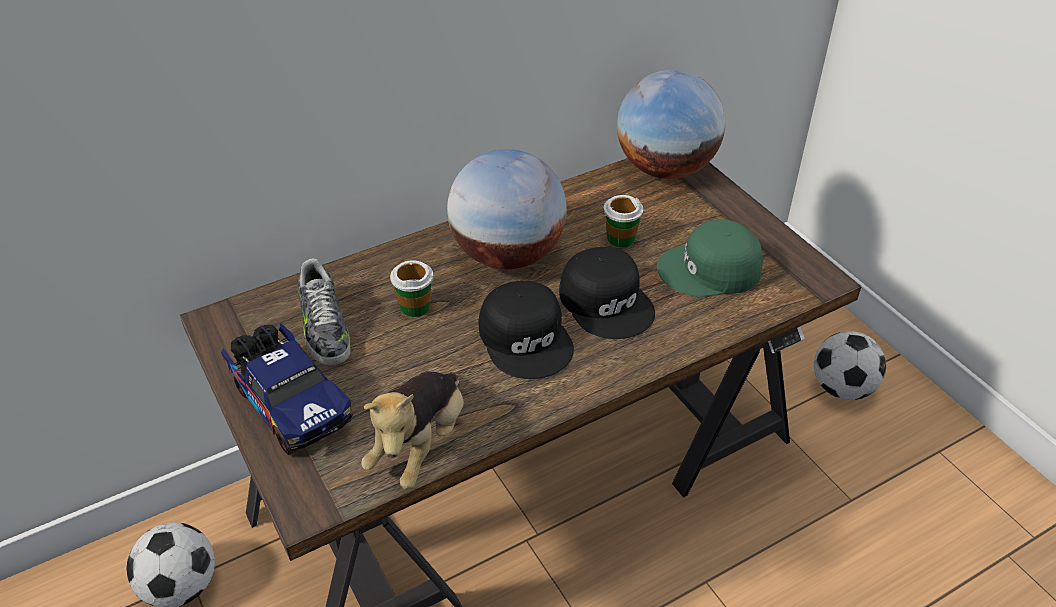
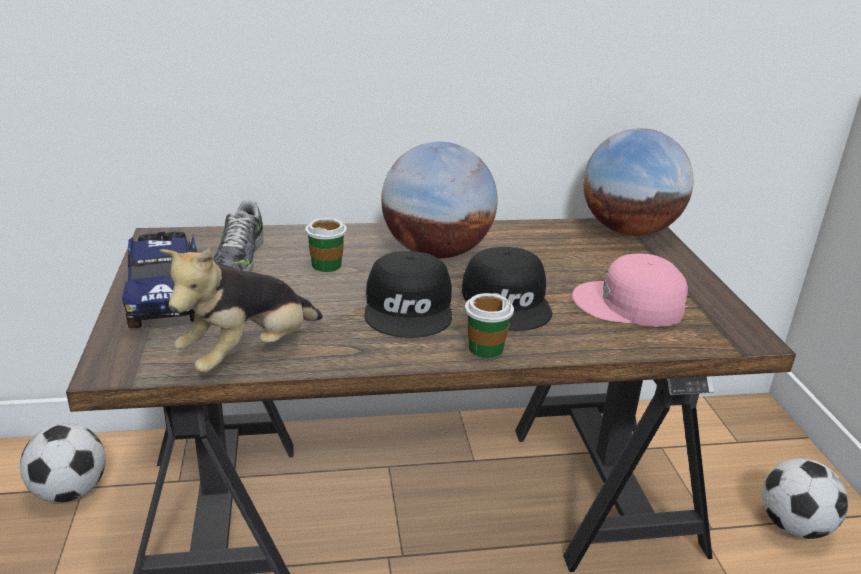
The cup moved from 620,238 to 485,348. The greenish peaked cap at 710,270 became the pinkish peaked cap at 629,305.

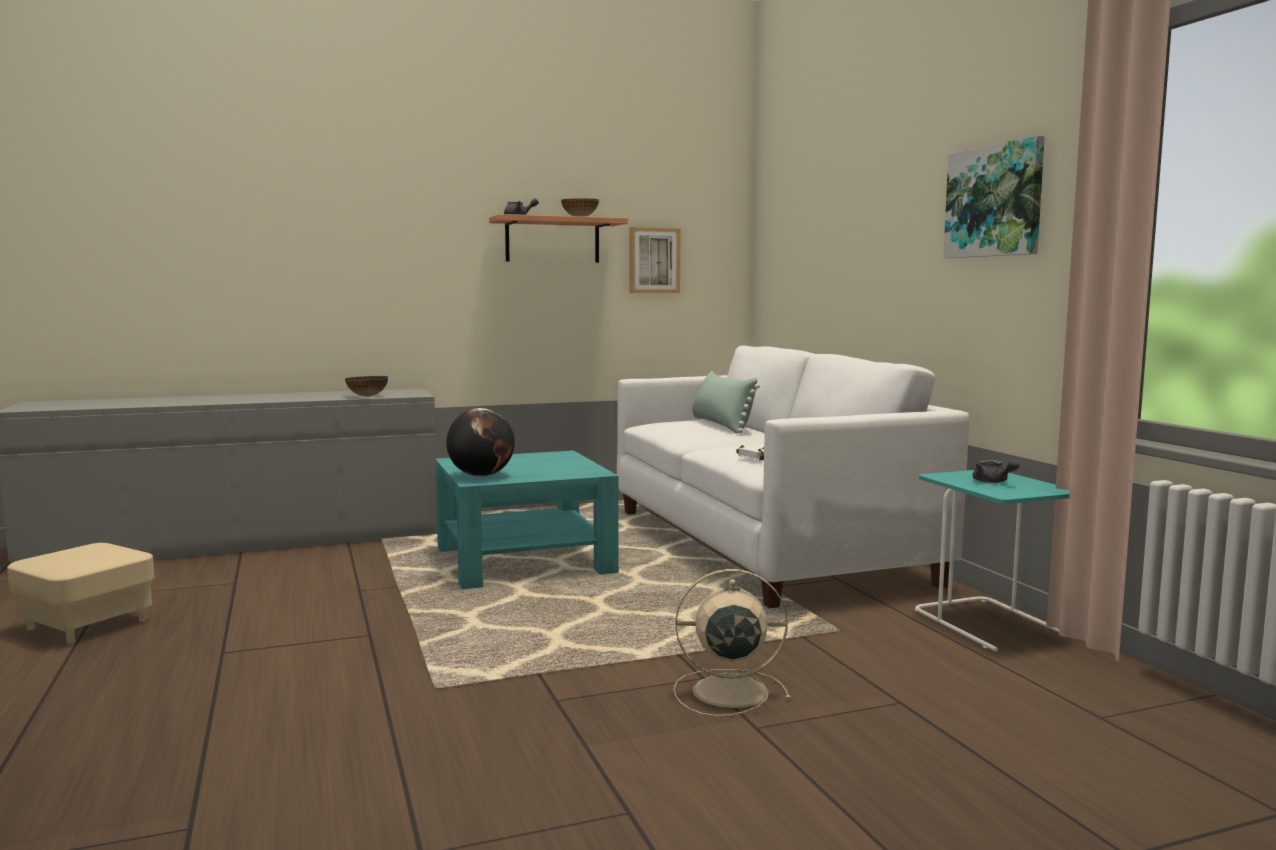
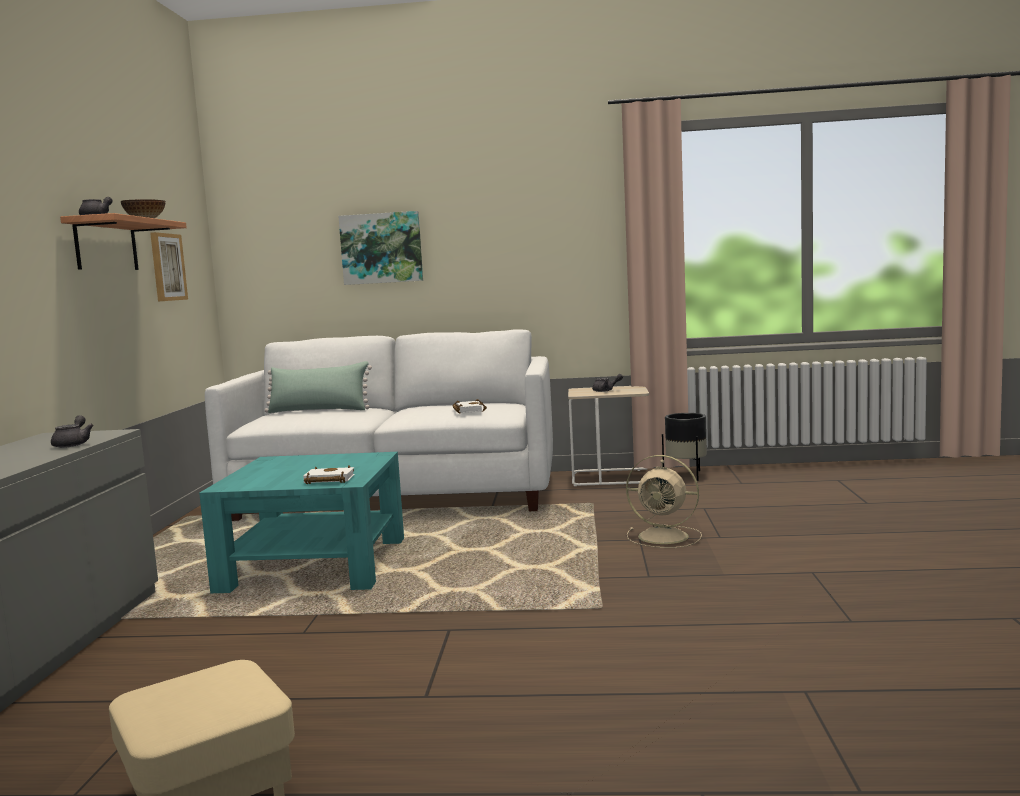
The serving bowl at 367,396 was replaced by the greyish tea pot at 73,444. The desk globe at 481,476 was replaced by the white volume at 327,480. The wall art moved from 995,201 to 381,248. The blue-green accent table at 991,624 became the beige-coloured accent table at 612,477. The beige-coloured fan at 726,692 turned 90 degrees counterclockwise. The blackish planter at 686,475 appeared.

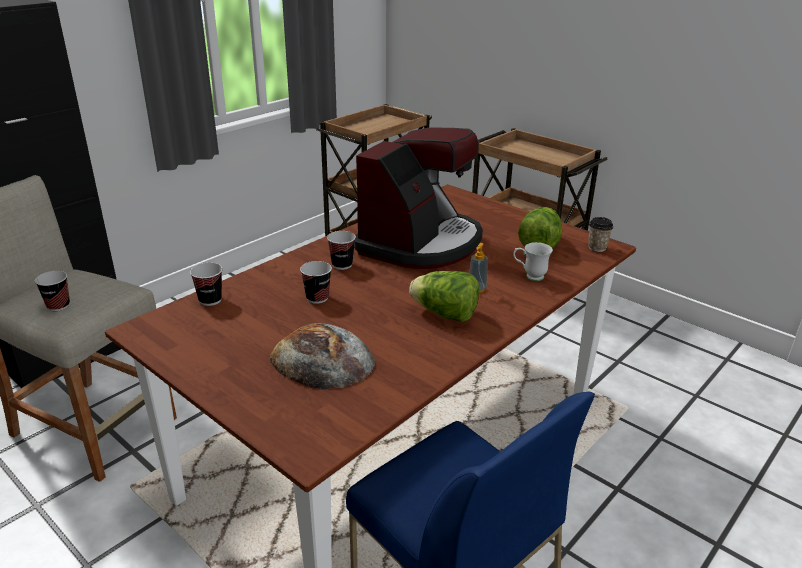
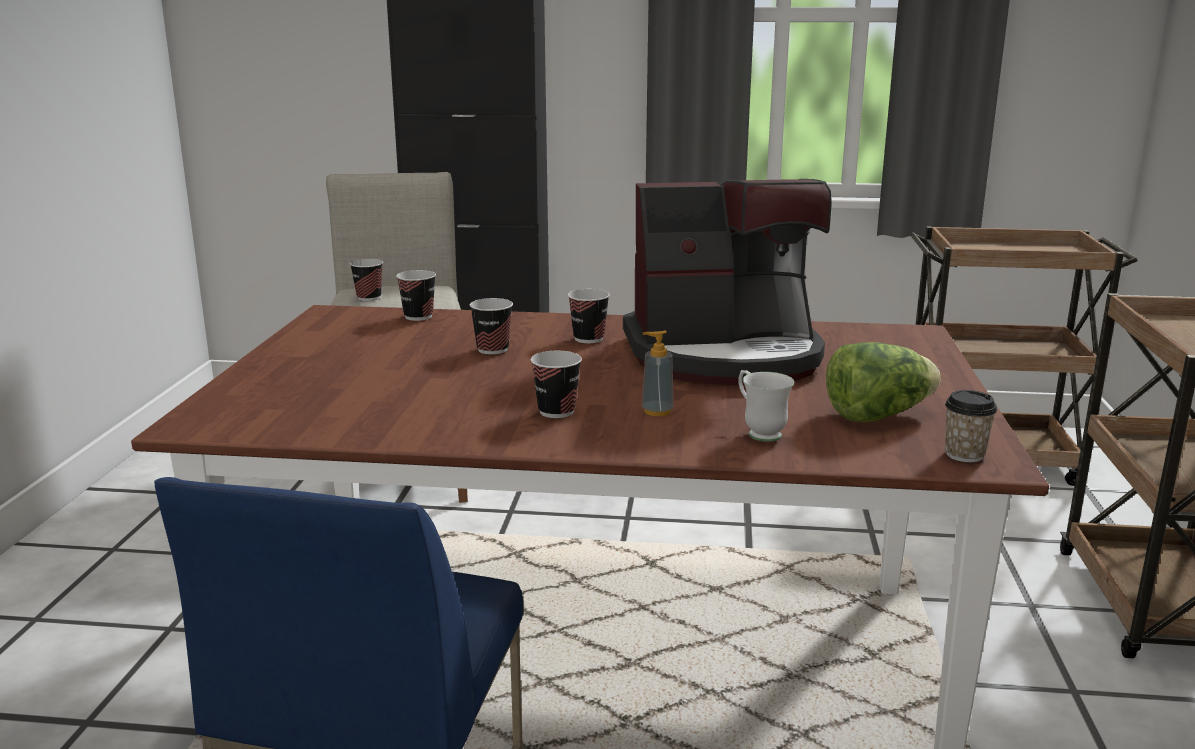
The lettuce at 445,314 was replaced by the cup at 556,411. The baked bread at 322,360 disappeared.

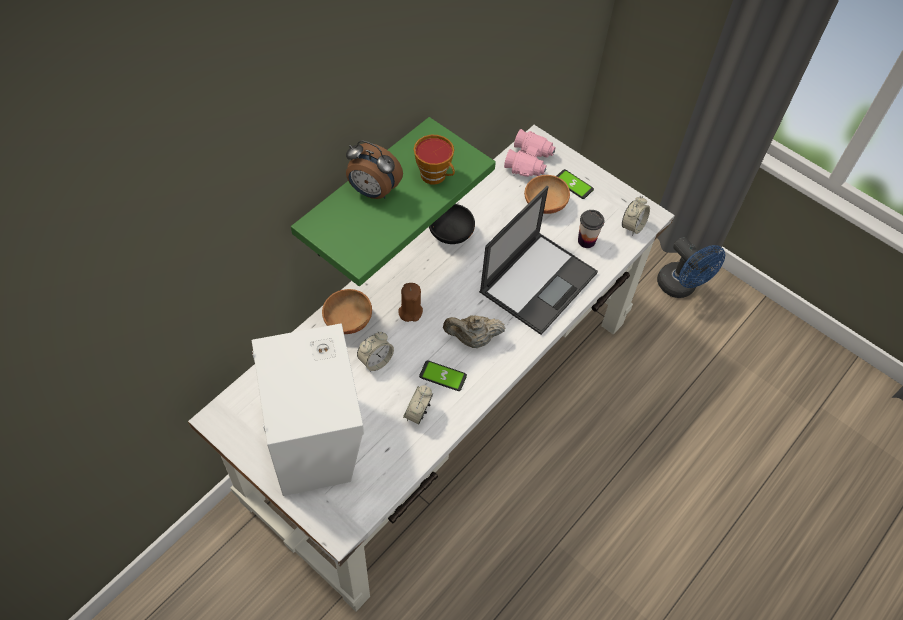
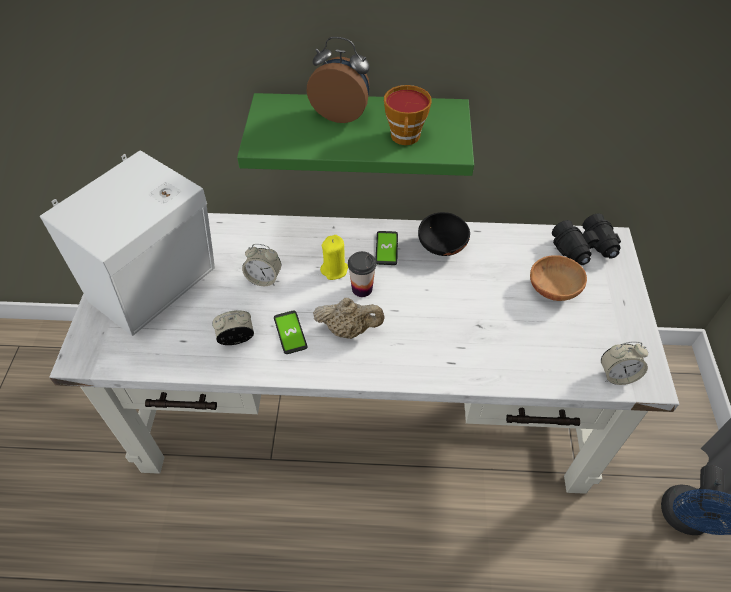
The alarm clock at 372,191 turned 120 degrees clockwise. The beige-coloured tea pot at 472,339 turned 135 degrees clockwise. The brown-coloured wax candle at 410,311 became the yellow wax candle at 334,270. The cup moved from 586,241 to 362,289. The handset moved from 573,184 to 386,248. The pinkish pair of binoculars at 529,161 became the blackish pair of binoculars at 585,249. The brown-coloured serving bowl at 347,321 disappeared. The notebook computer at 538,281 disappeared.

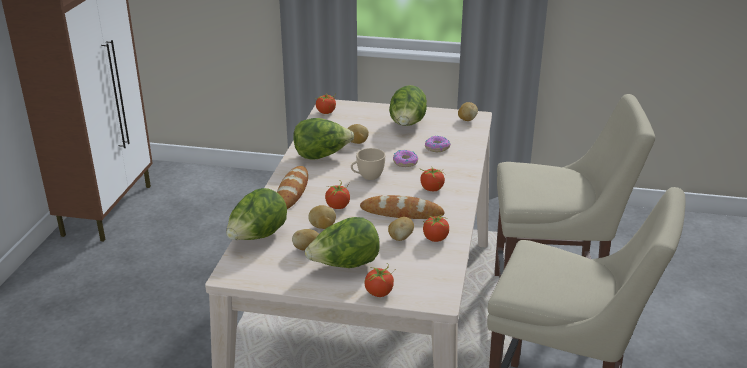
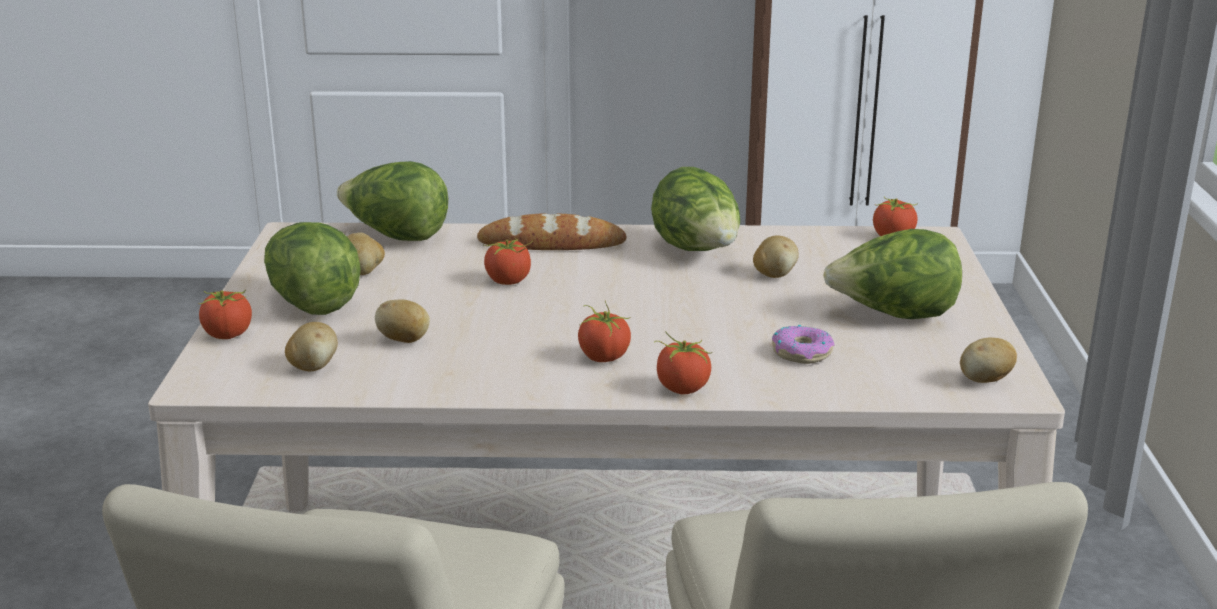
The potato moved from 322,227 to 313,367. The tomato moved from 435,239 to 682,389. The beige-coloured cup at 367,177 disappeared. The baked bread at 401,212 disappeared. The doughnut at 405,162 disappeared.

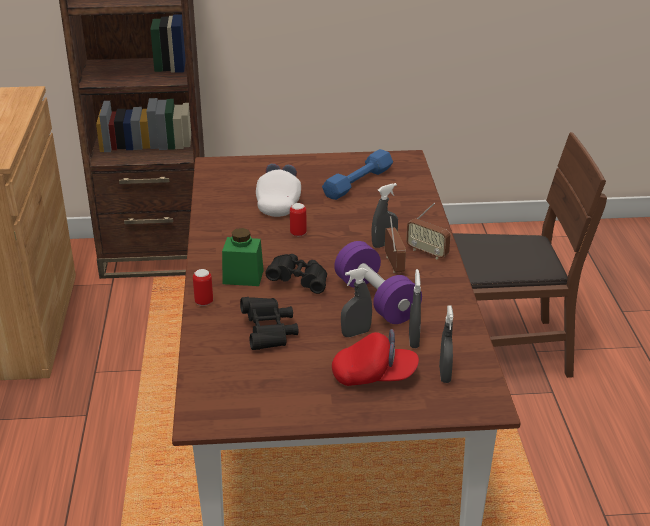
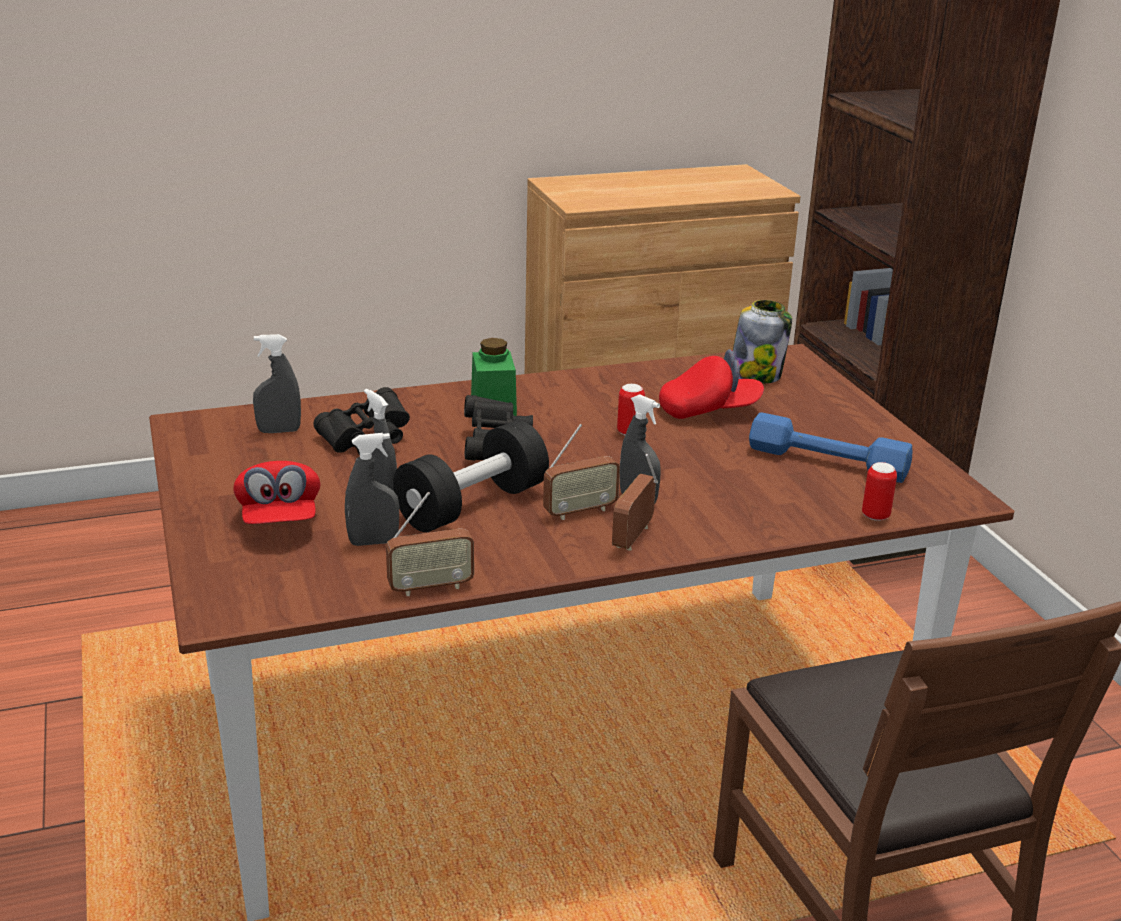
The greyish sprayer moved from 444,375 to 279,431. The radio at 430,587 appeared. The purple-coloured free weight at 376,300 became the blackish free weight at 472,505. The white peaked cap at 279,203 became the red-coloured peaked cap at 709,410. The jar at 756,374 appeared. The metal can moved from 204,302 to 875,516.

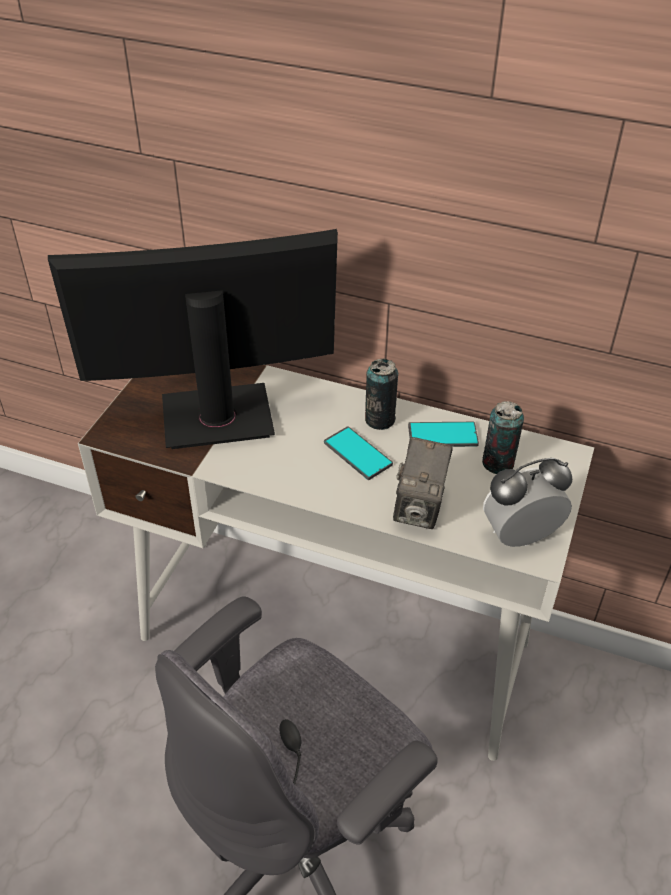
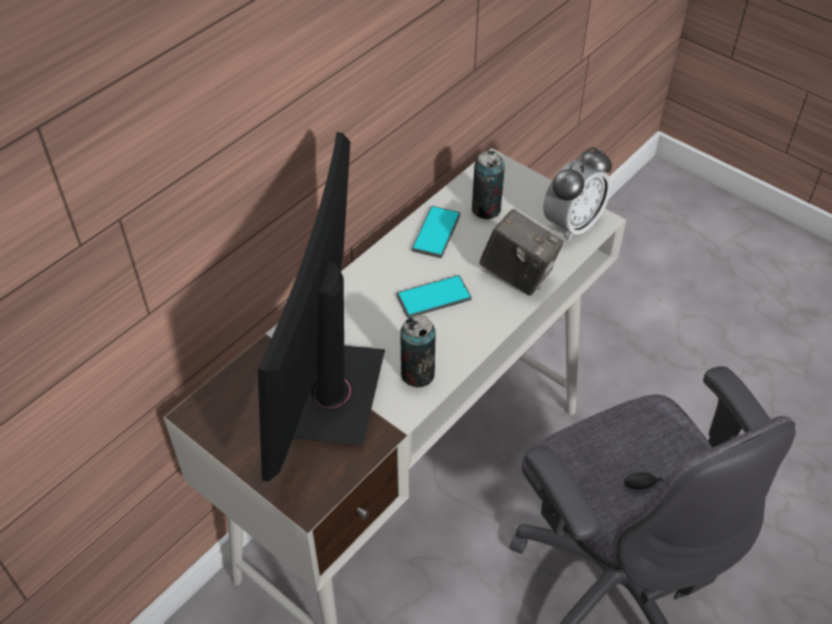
The metal can moved from 379,419 to 417,374. The alarm clock at 520,536 turned 135 degrees counterclockwise.

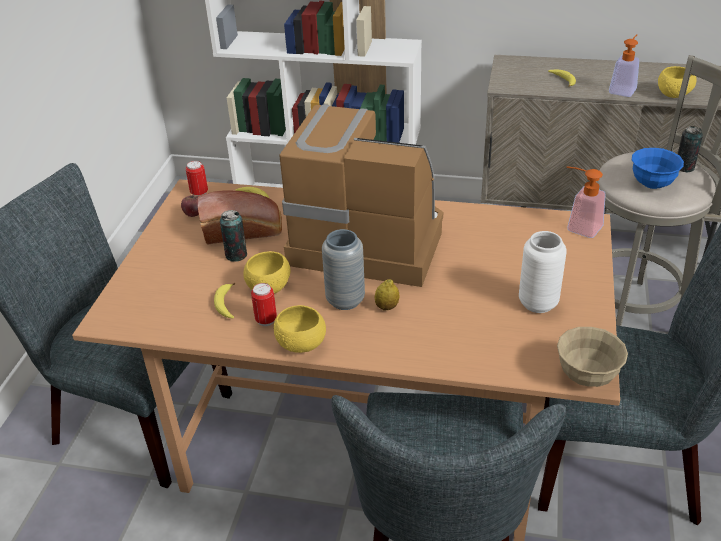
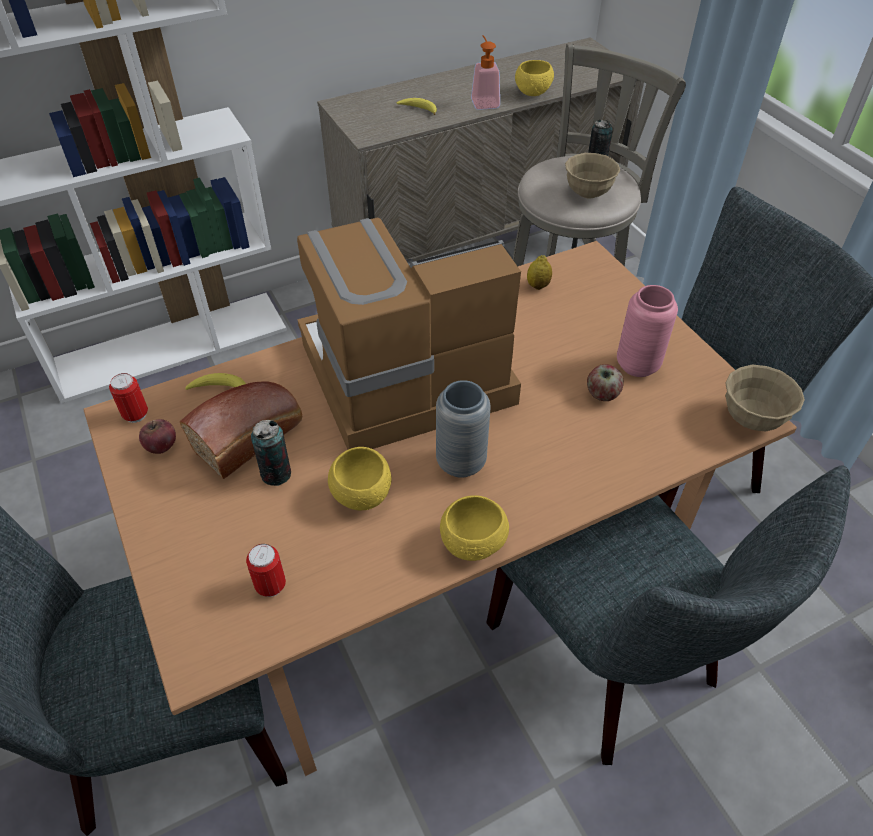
The metal can moved from 266,320 to 271,586. The citrus fruit moved from 387,307 to 538,285. The blue serving bowl at 652,184 became the beige-coloured serving bowl at 588,193. The apple at 602,394 appeared. The white decorative vase at 538,303 became the pinkish decorative vase at 637,365. The banana fruit at 226,305 disappeared. The soap dispenser at 578,226 disappeared.

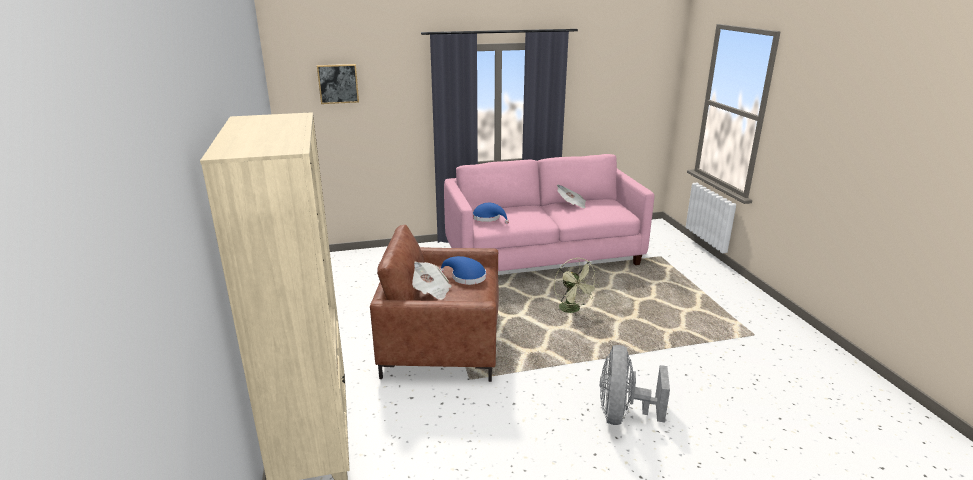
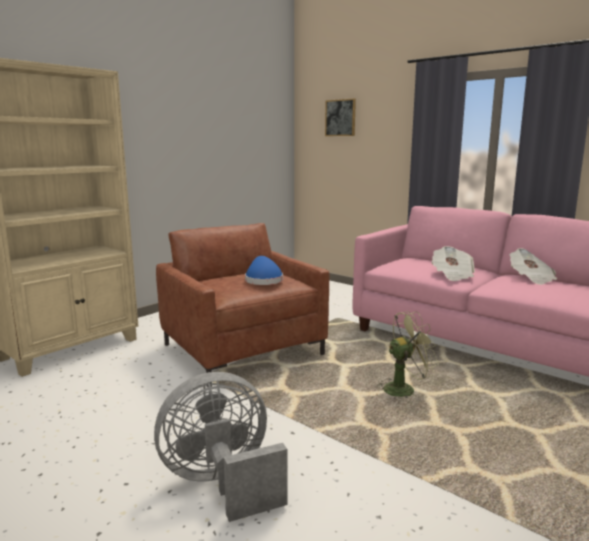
The greenish fan at 573,310 turned 135 degrees counterclockwise. The printed paper moved from 430,290 to 452,275. The blue wearable hat at 488,218 disappeared.

